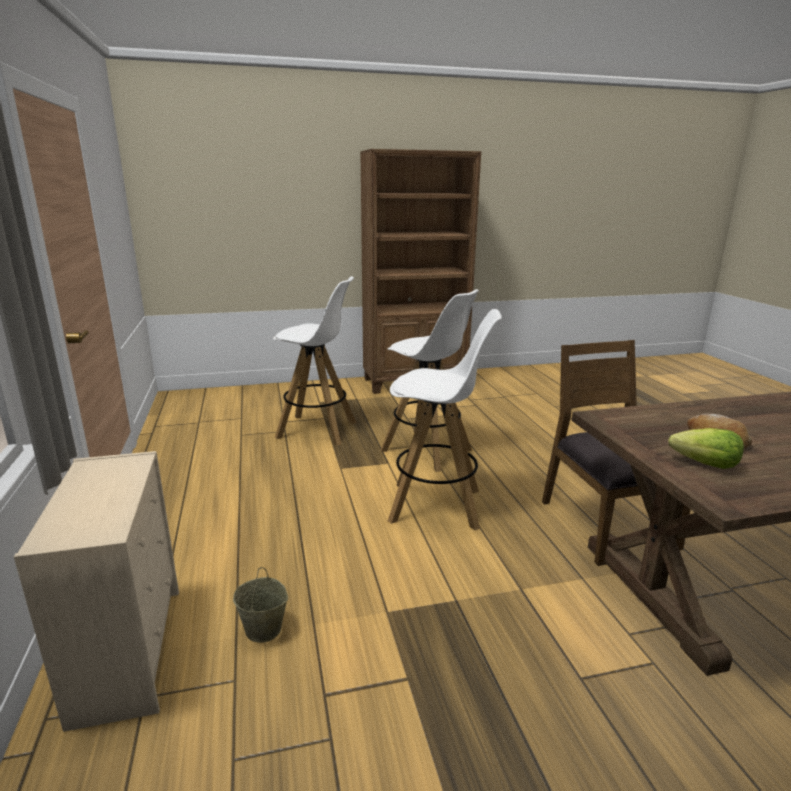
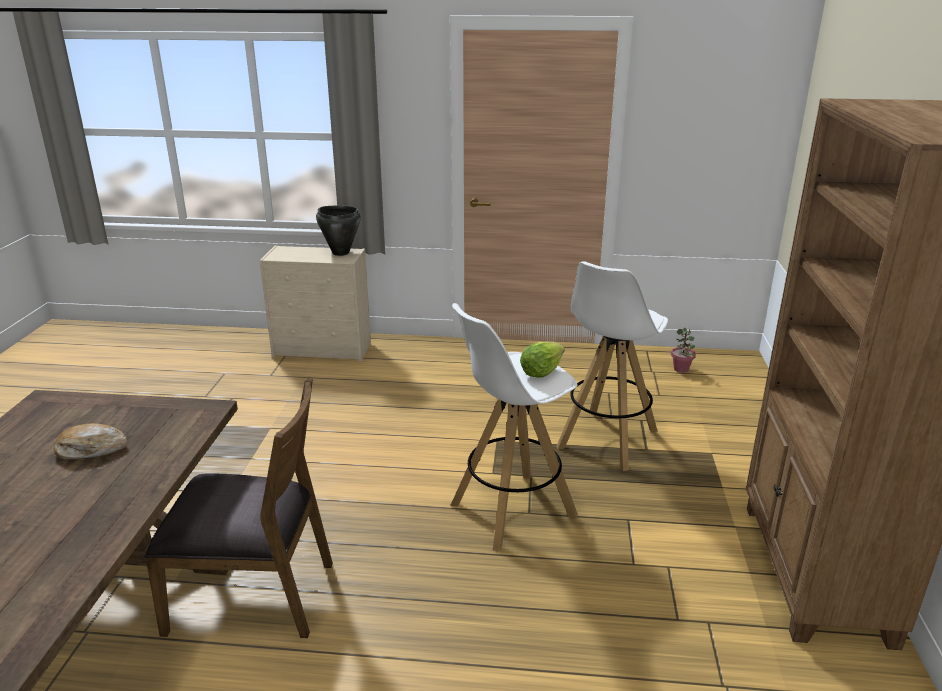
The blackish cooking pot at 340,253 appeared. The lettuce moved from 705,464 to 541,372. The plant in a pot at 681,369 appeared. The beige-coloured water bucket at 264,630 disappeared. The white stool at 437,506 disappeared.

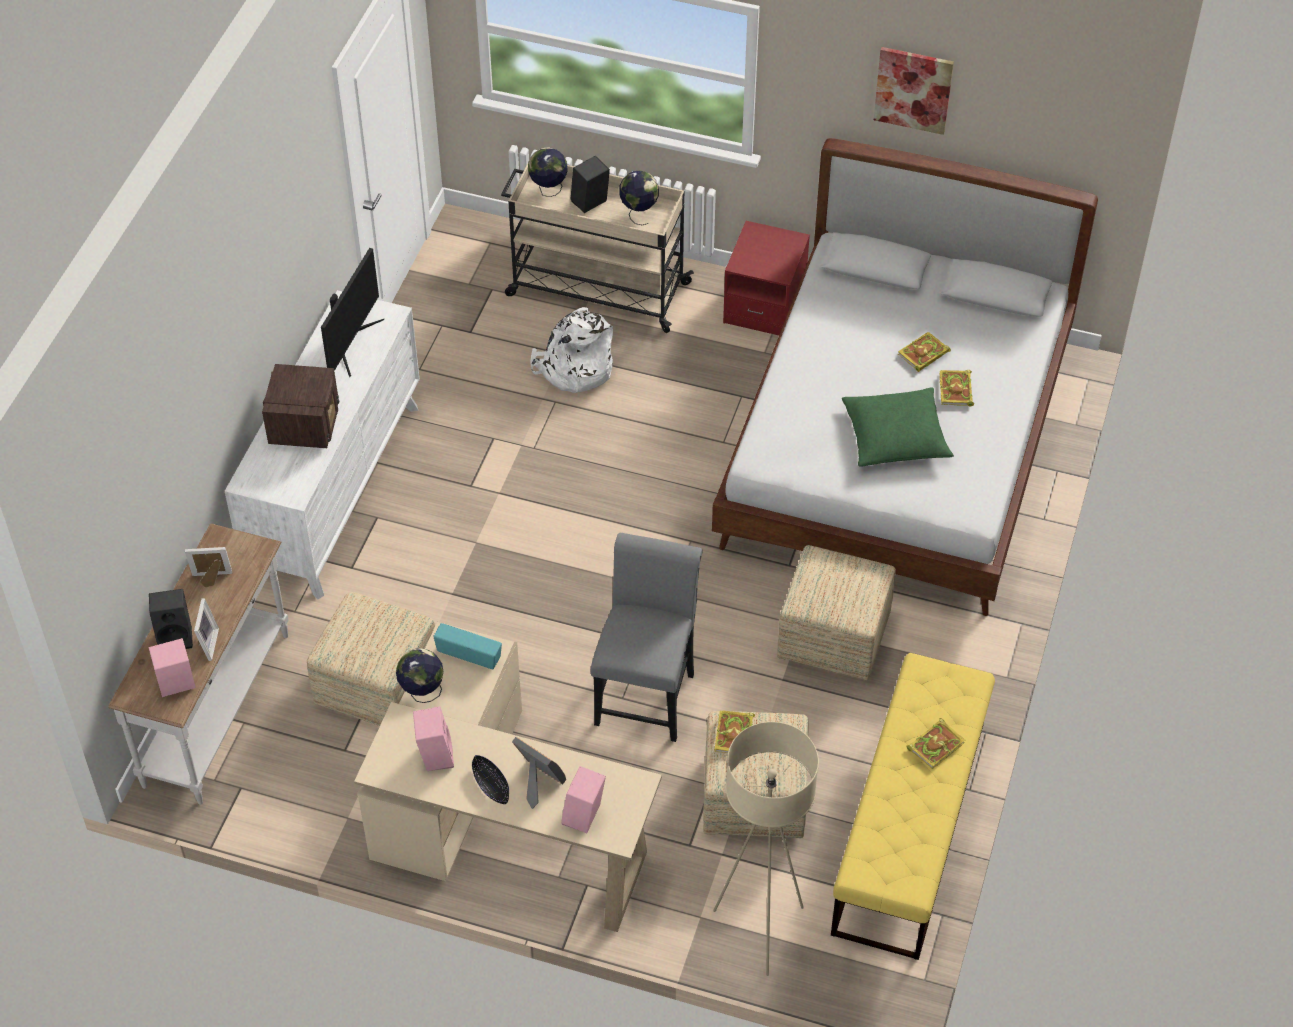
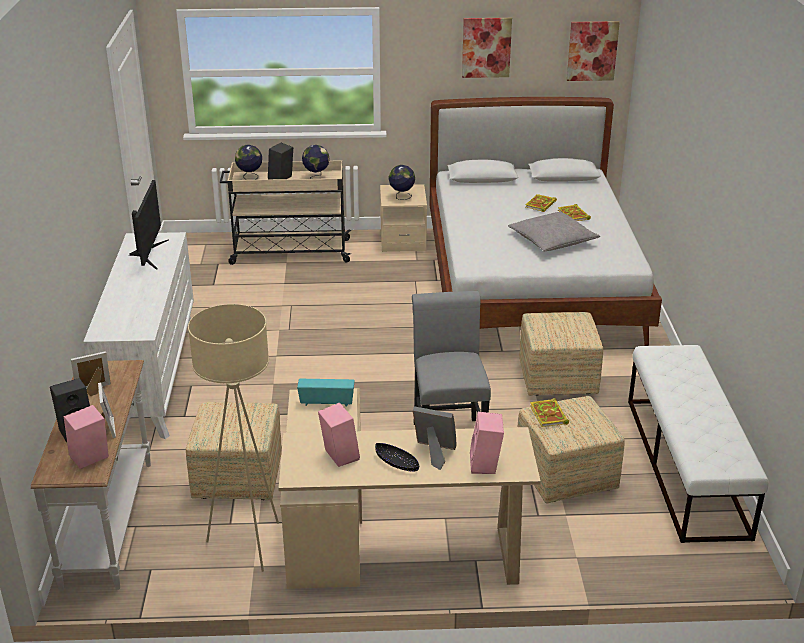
The beige-coloured floor lamp moved from 760,930 to 248,544. The red-coloured night table at 764,306 became the beige-coloured night table at 403,241. The desk globe moved from 422,693 to 401,197. The greenish cushion at 895,436 became the greyish cushion at 552,240. The wall art at 592,51 appeared. The yellow long seat at 909,827 became the white long seat at 686,466. The radio at 305,424 disappeared. The white backpack at 574,369 disappeared. The volume at 936,744 disappeared.

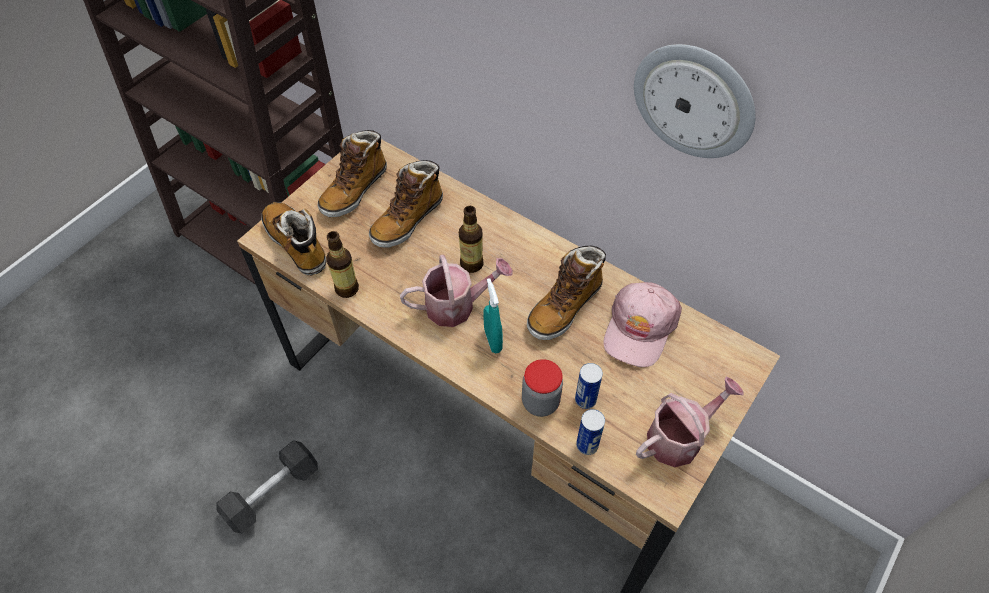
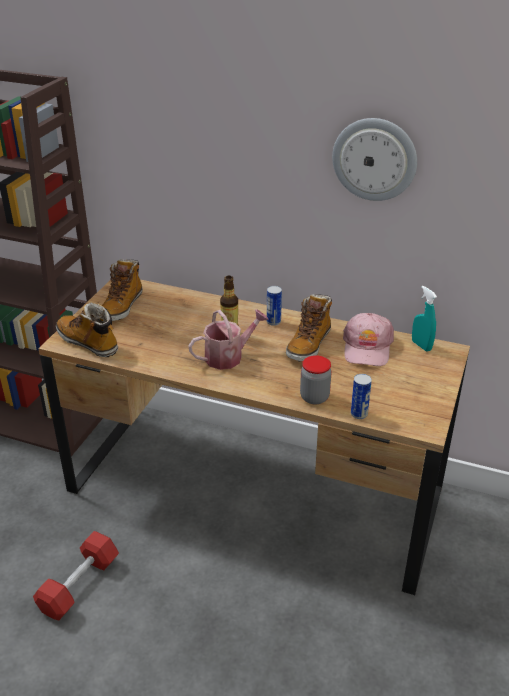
The blackish free weight at 272,492 became the red-coloured free weight at 79,585. The metal can moved from 585,400 to 273,322. The blue-green sprayer moved from 493,340 to 421,345. The drink bottle at 347,289 disappeared. The boot at 407,220 disappeared. The watering pot at 679,437 disappeared.

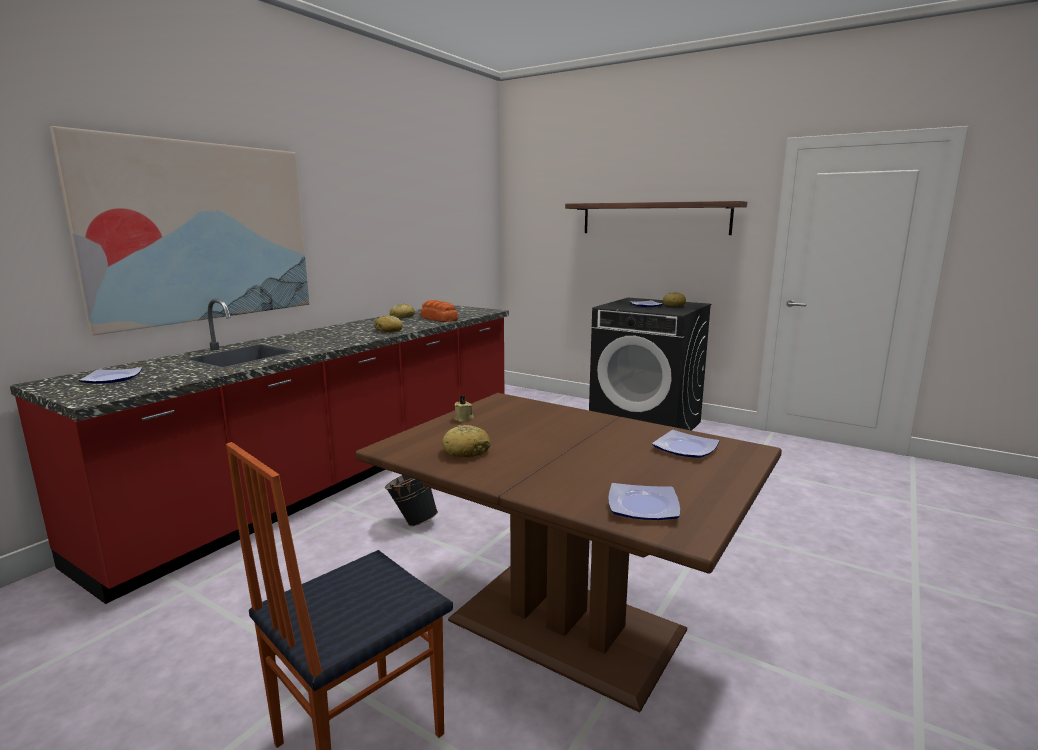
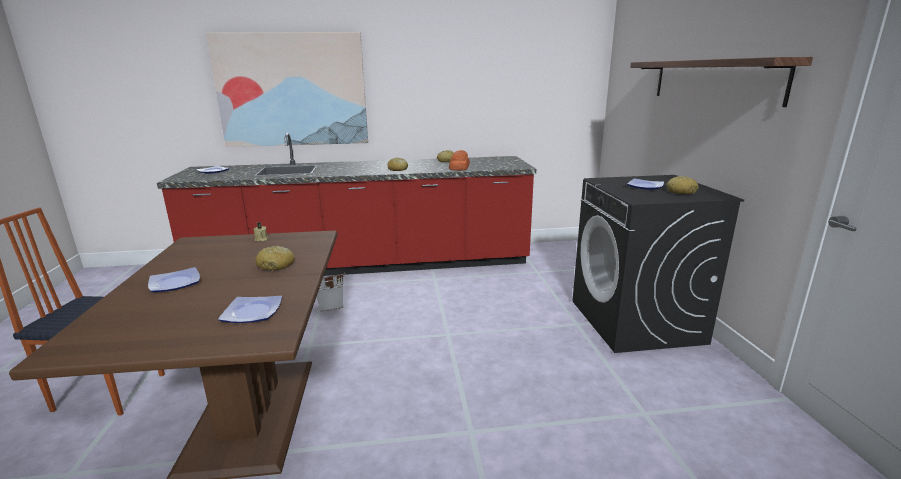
The plate moved from 644,507 to 174,284. The baked bread moved from 466,451 to 276,265. The blackish water bucket at 412,521 became the white water bucket at 331,308.

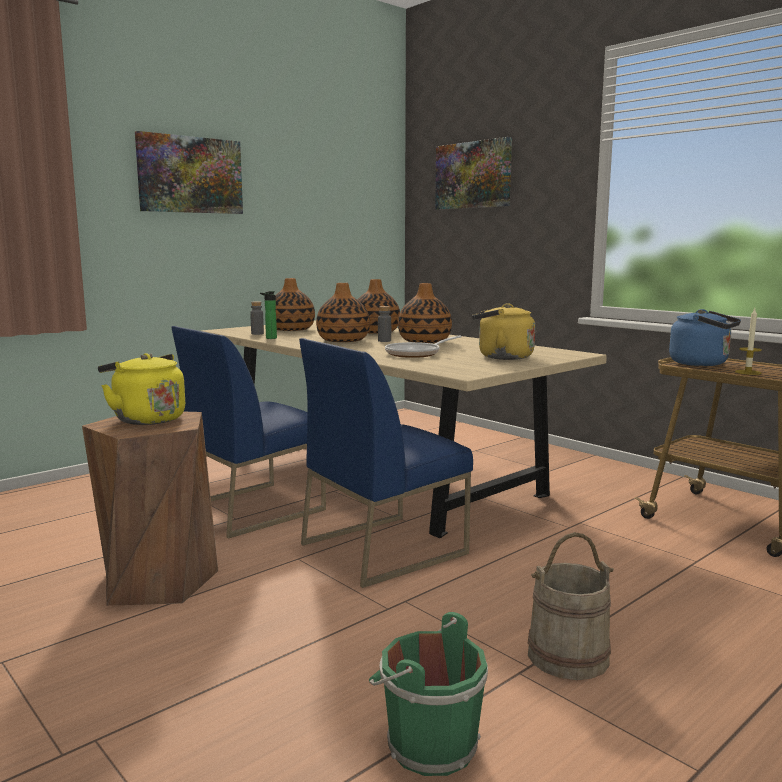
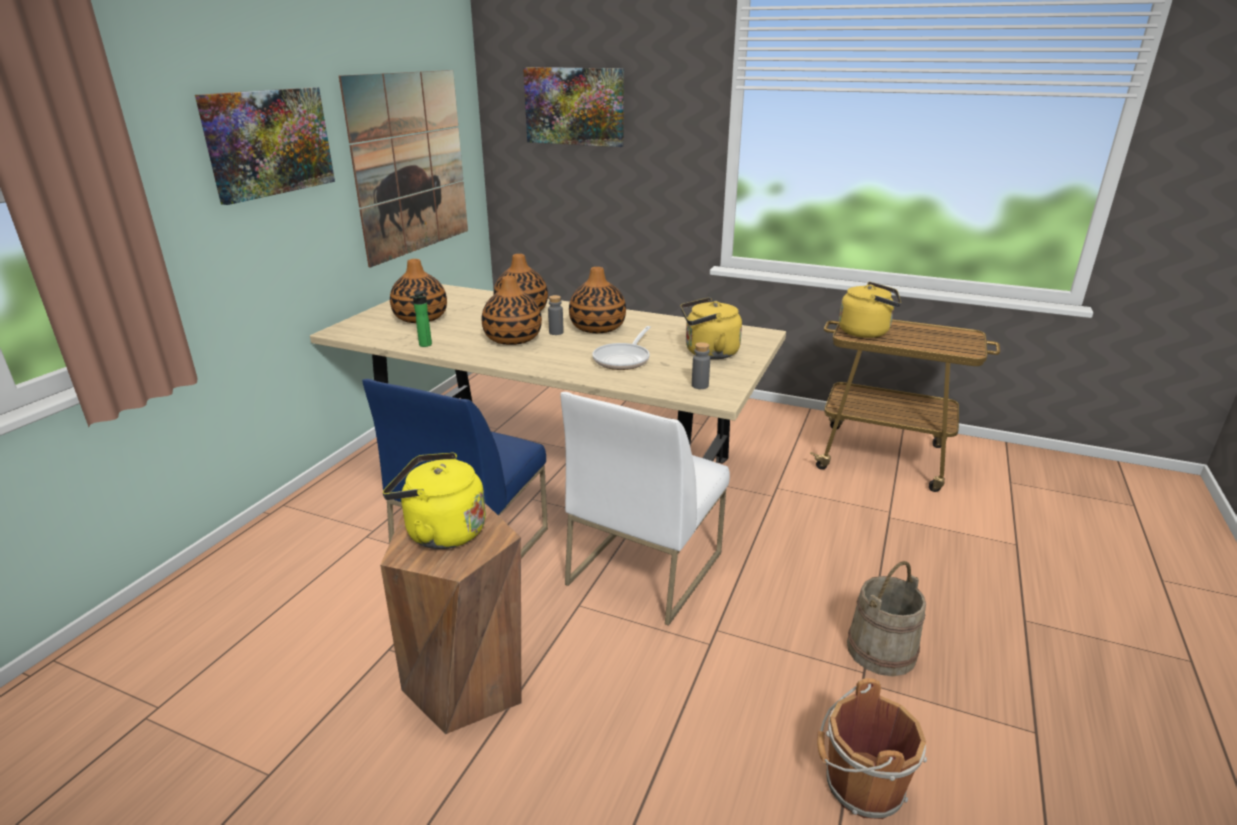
The wall art at 410,164 appeared. The blue upright chair at 384,548 became the white upright chair at 644,567. The greyish drink bottle moved from 257,334 to 700,385. The greenish water bucket at 427,744 became the brown-coloured water bucket at 860,786. The blue kettle at 702,363 became the yellow kettle at 867,332. The wax candle at 748,372 disappeared.

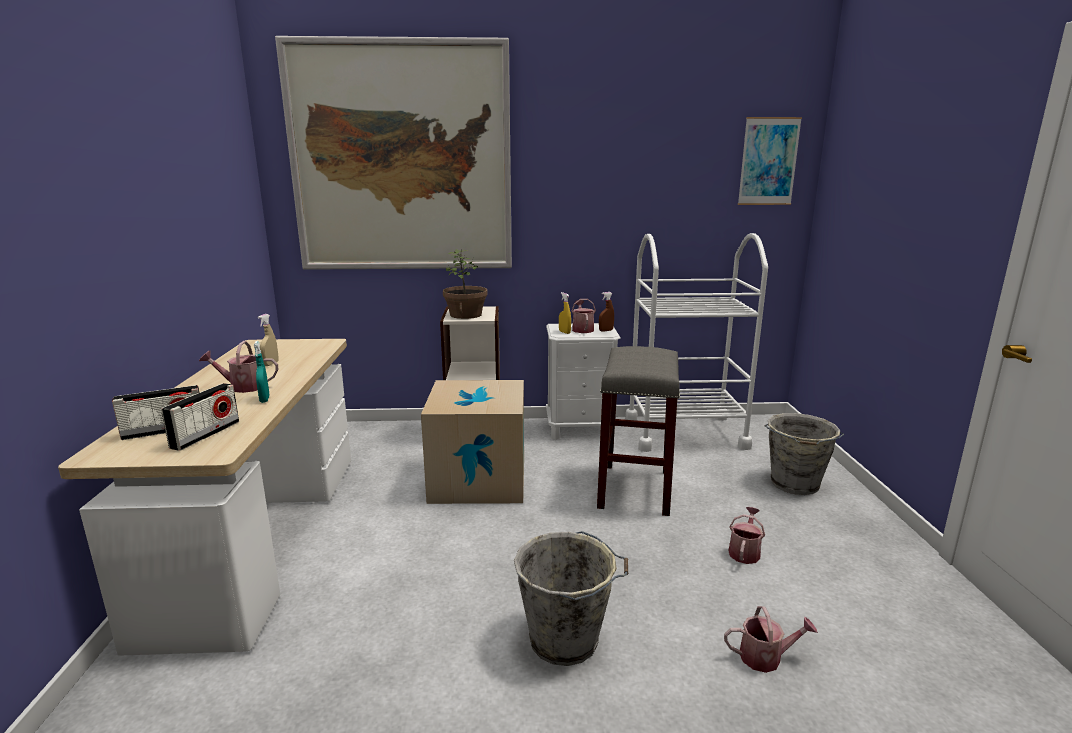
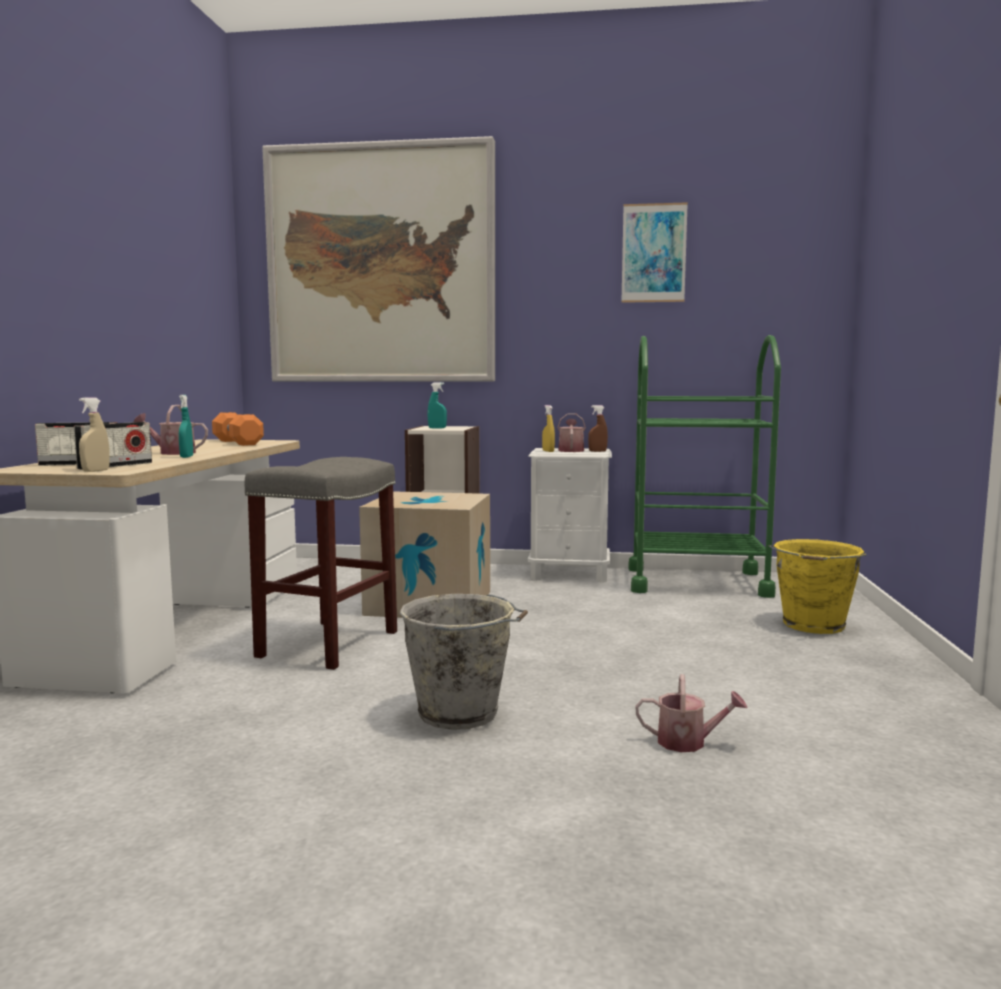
The beige-coloured sprayer moved from 270,364 to 95,471. The orange free weight at 237,443 appeared. The greyish stool moved from 635,490 to 328,645. The plant in a pot at 466,315 was replaced by the blue-green sprayer at 437,428. The wall art moved from 768,161 to 653,253. The white trolley at 684,433 became the greenish trolley at 697,582. The greyish water bucket at 794,484 became the yellow water bucket at 813,626. The watering pot at 744,551 disappeared.

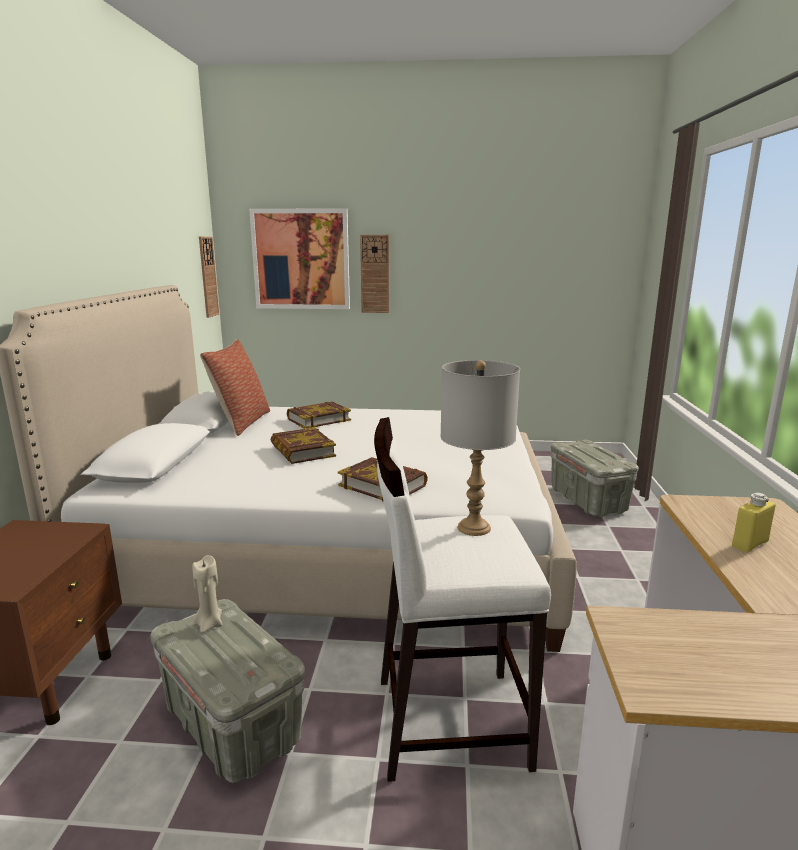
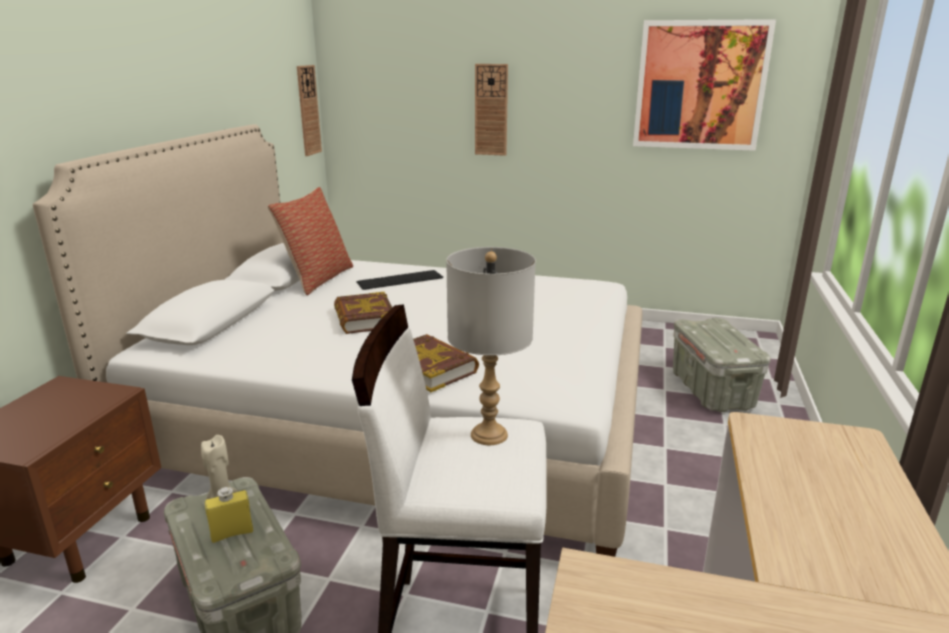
The yellow drink bottle moved from 749,544 to 232,533. The volume at 318,419 was replaced by the PC keyboard at 400,280. The wall art moved from 301,259 to 700,86.

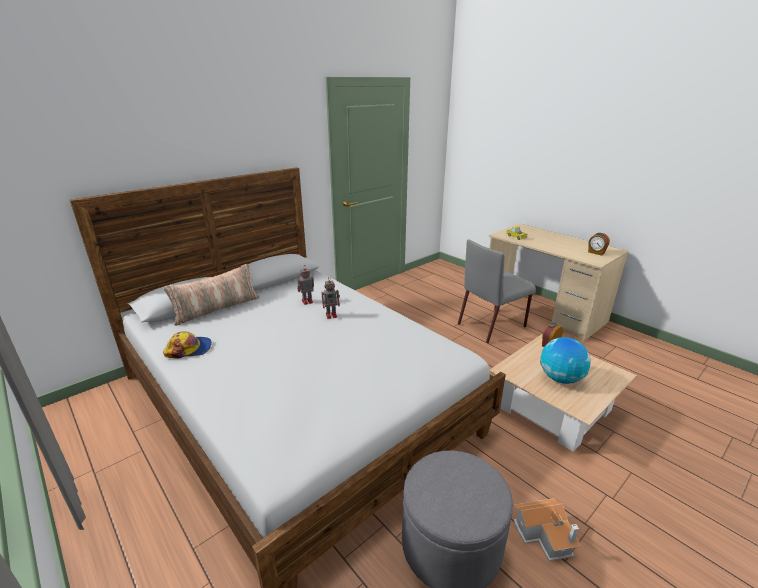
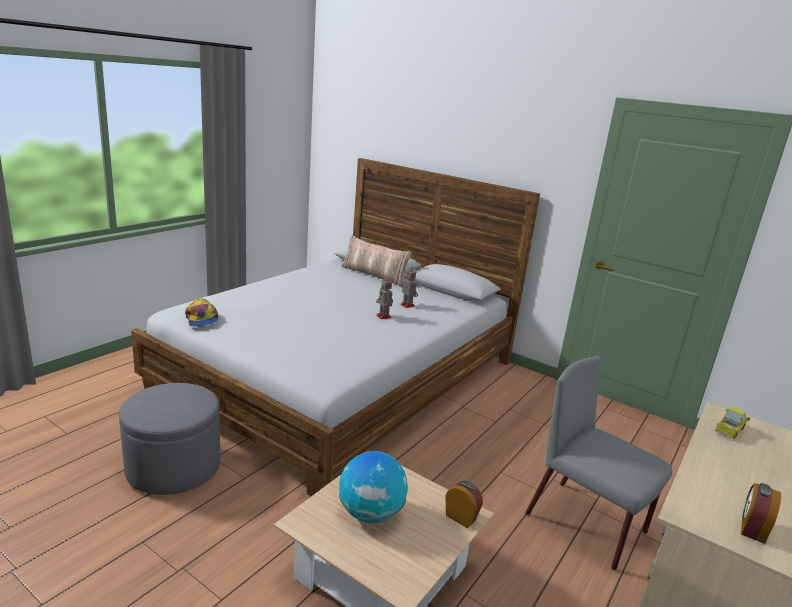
The peaked cap moved from 189,349 to 202,319. The toy house at 545,535 disappeared.

